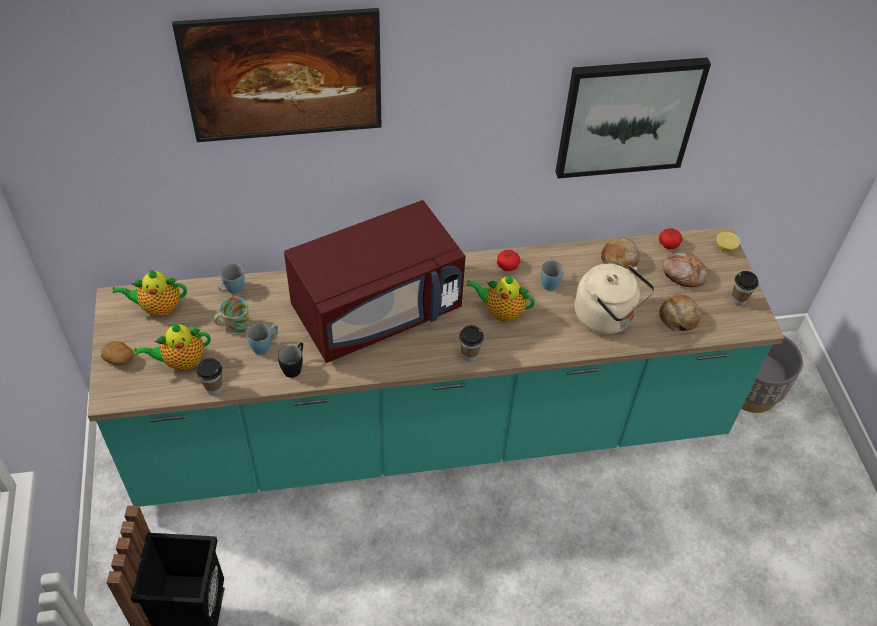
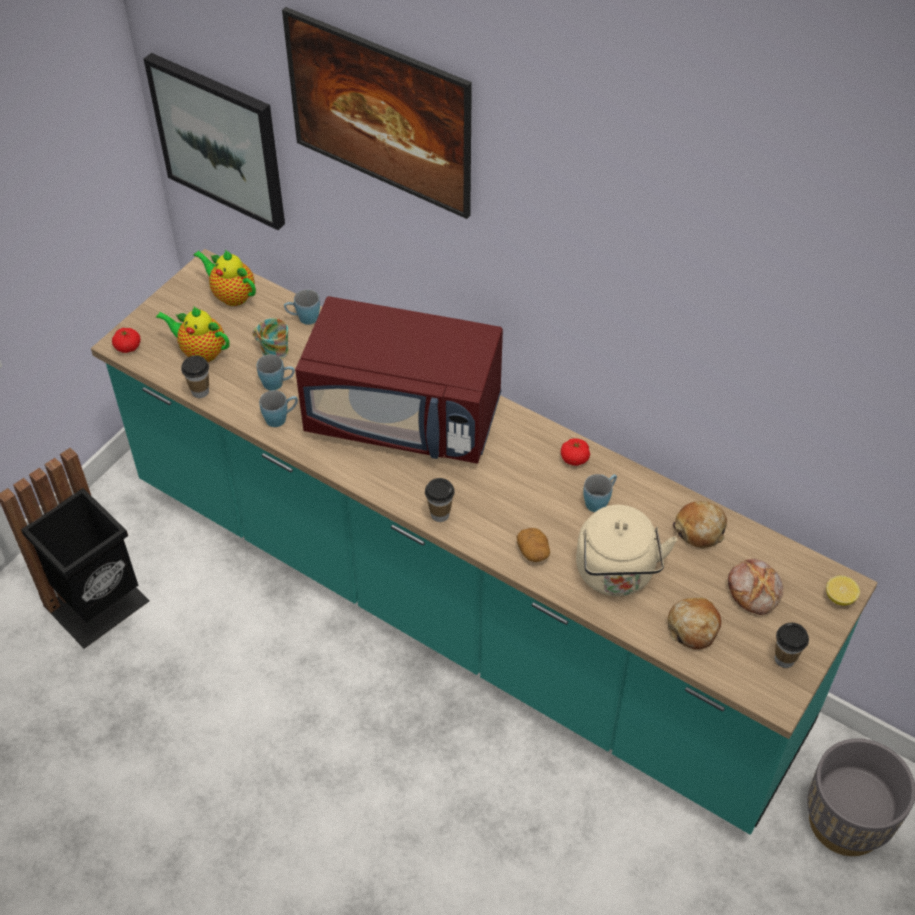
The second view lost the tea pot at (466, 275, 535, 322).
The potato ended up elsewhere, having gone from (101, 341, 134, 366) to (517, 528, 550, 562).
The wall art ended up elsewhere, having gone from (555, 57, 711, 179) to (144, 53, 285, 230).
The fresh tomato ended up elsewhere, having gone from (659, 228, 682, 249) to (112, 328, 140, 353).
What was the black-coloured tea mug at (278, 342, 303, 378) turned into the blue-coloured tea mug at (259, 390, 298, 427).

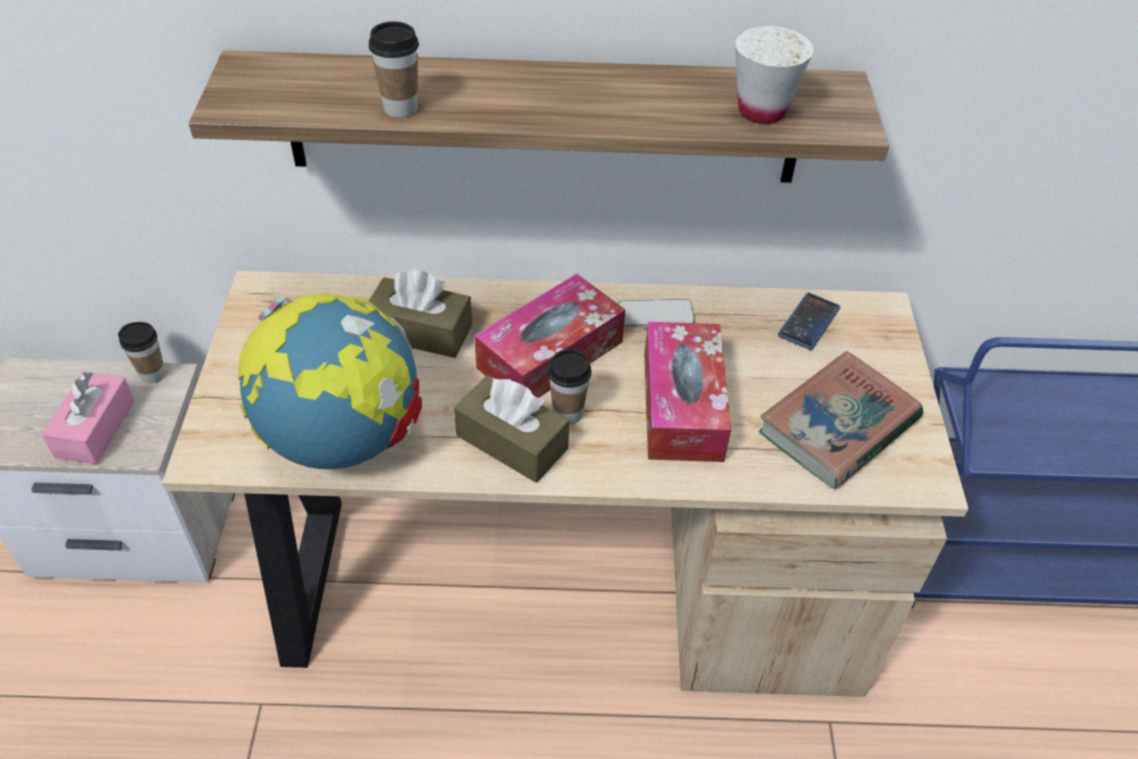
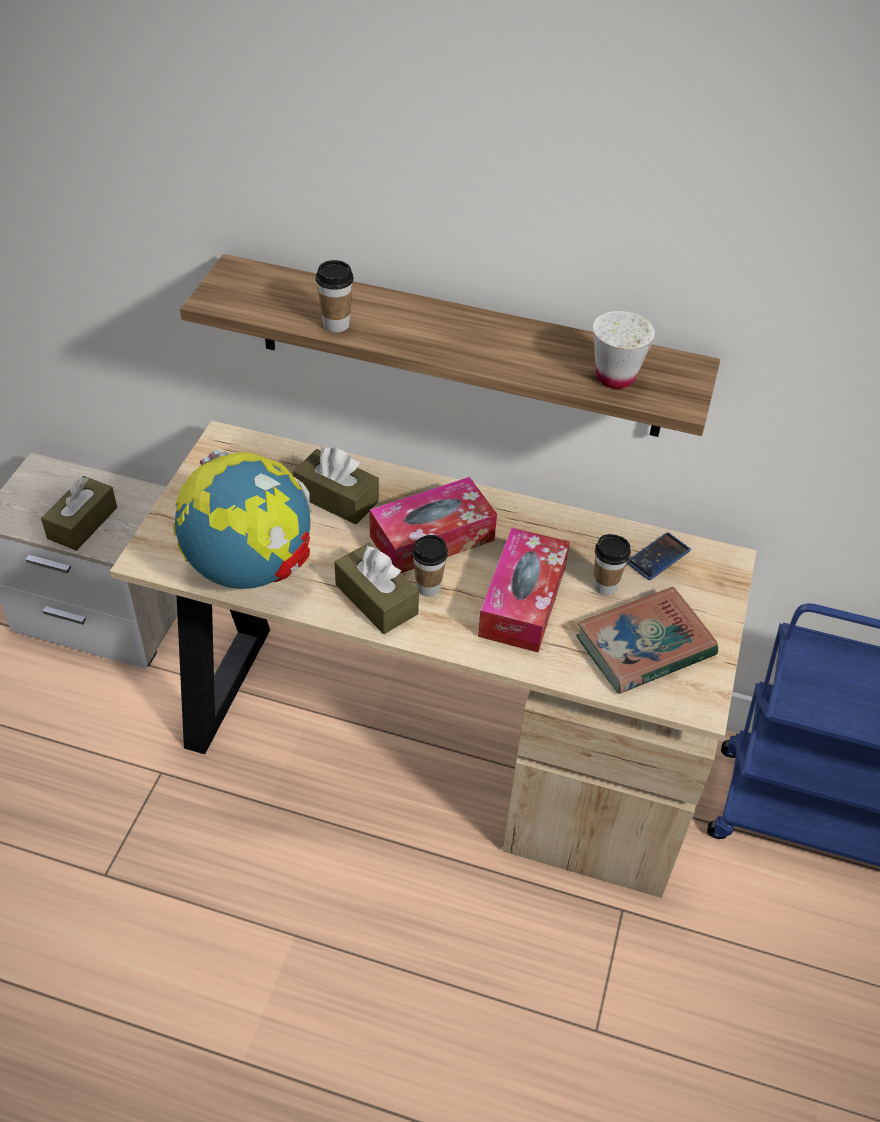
The second view lost the telephone at (618, 299, 695, 328).
The small cup ended up elsewhere, having gone from (118, 322, 166, 384) to (593, 534, 631, 595).
What was the pinkish tissue box at (42, 371, 135, 465) turned into the brown tissue box at (41, 476, 117, 551).

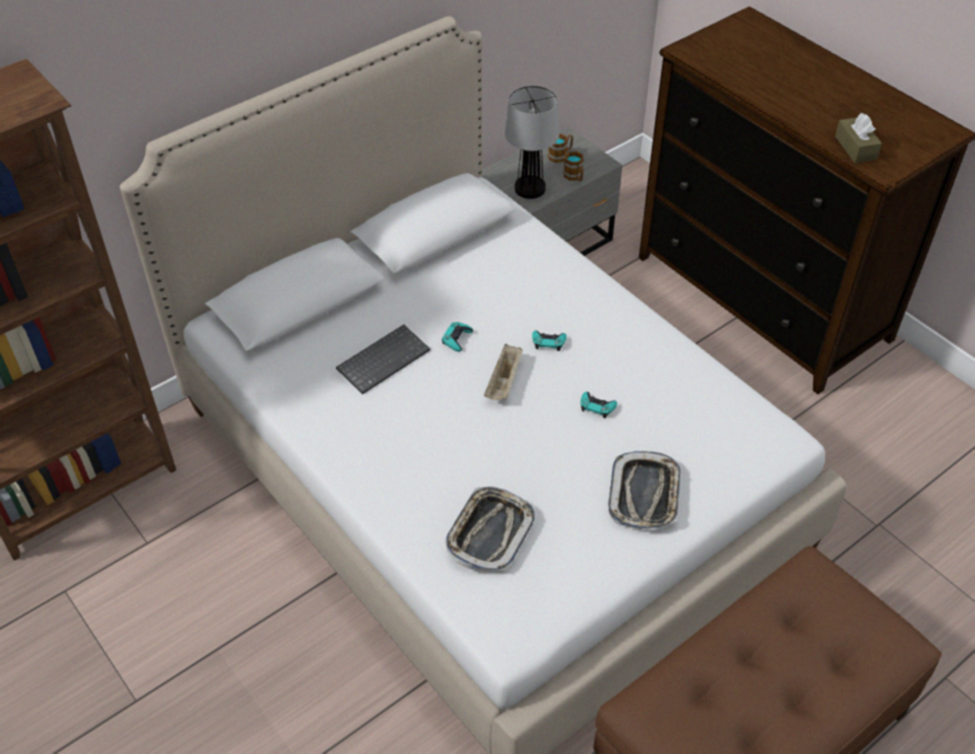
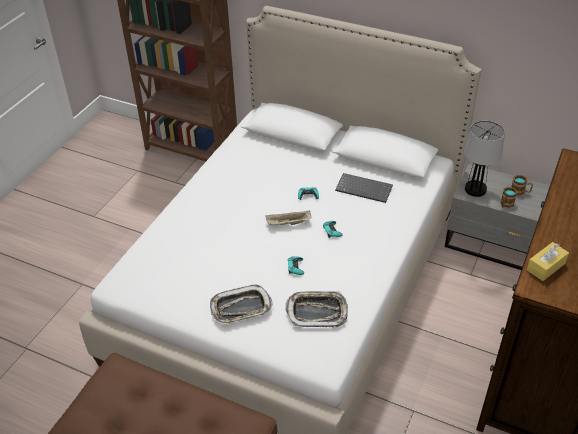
The computer keyboard ended up elsewhere, having gone from (336, 324, 430, 394) to (335, 173, 393, 203).
The carrying tray ended up elsewhere, having gone from (446, 487, 535, 571) to (286, 291, 348, 327).
What was the brown tissue box at (835, 113, 882, 163) turned into the yellow-coloured tissue box at (527, 242, 569, 281).

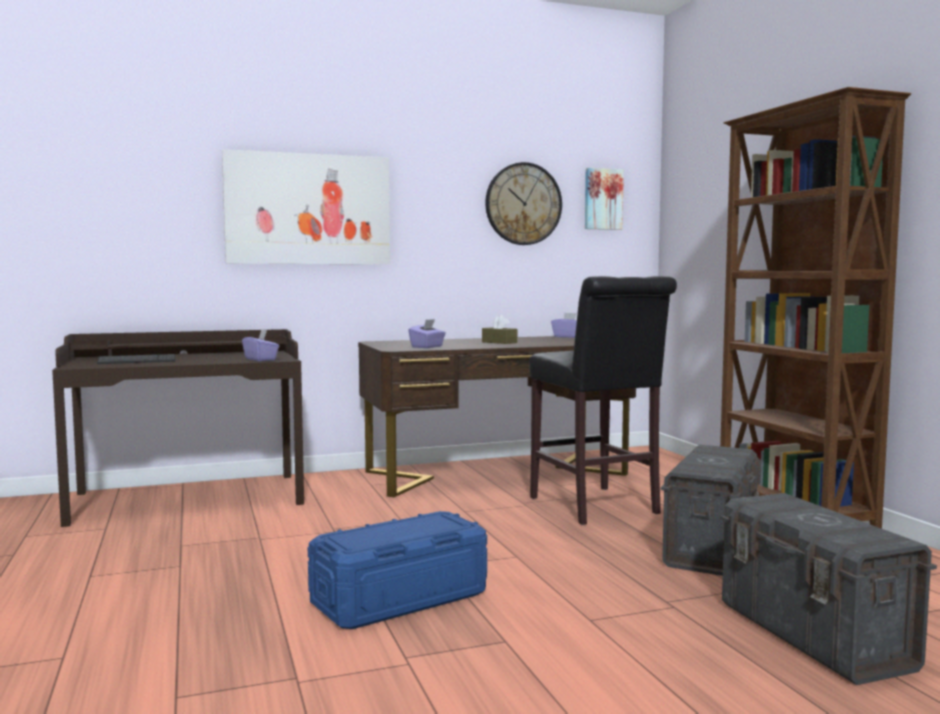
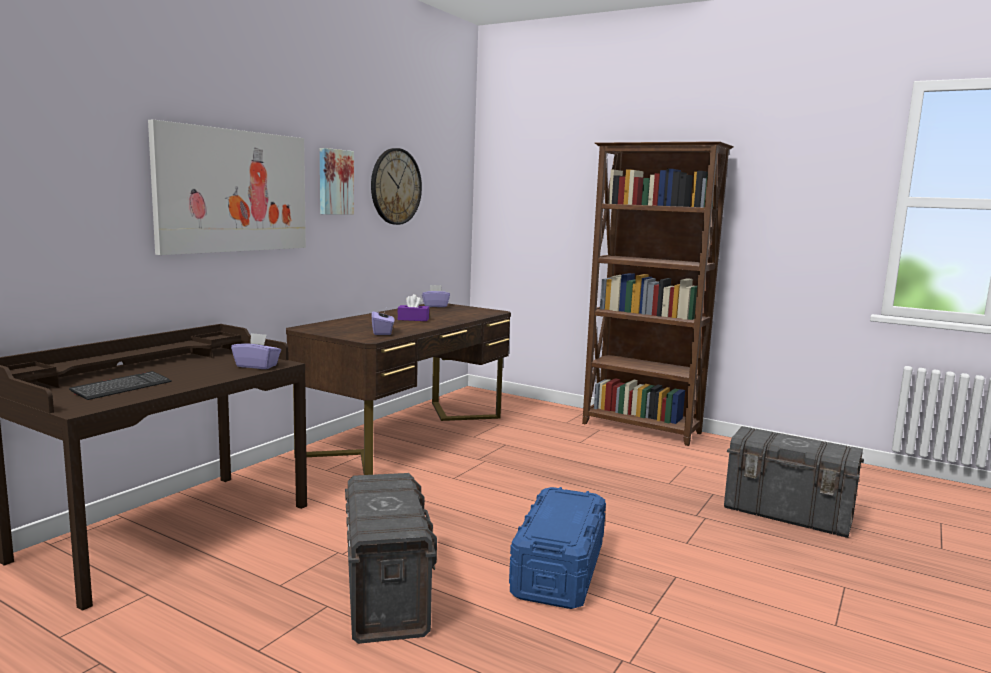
The second view lost the black-coloured stool at (529, 276, 677, 525).
The wall art ended up elsewhere, having gone from (585, 168, 624, 230) to (320, 148, 354, 214).
The greyish storage bin ended up elsewhere, having gone from (661, 444, 761, 576) to (345, 473, 437, 644).
What was the brown tissue box at (482, 315, 517, 344) turned into the purple-coloured tissue box at (397, 294, 429, 321).

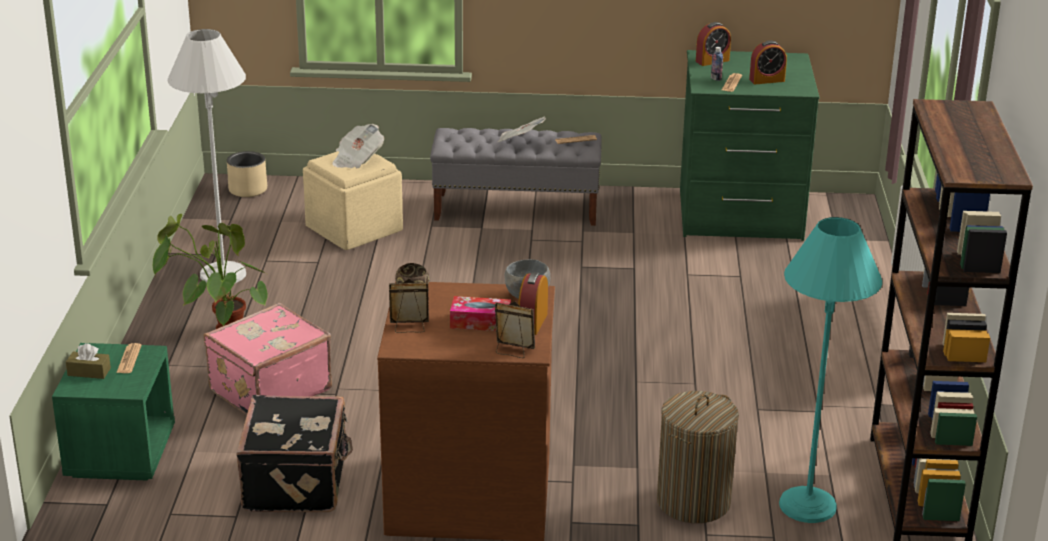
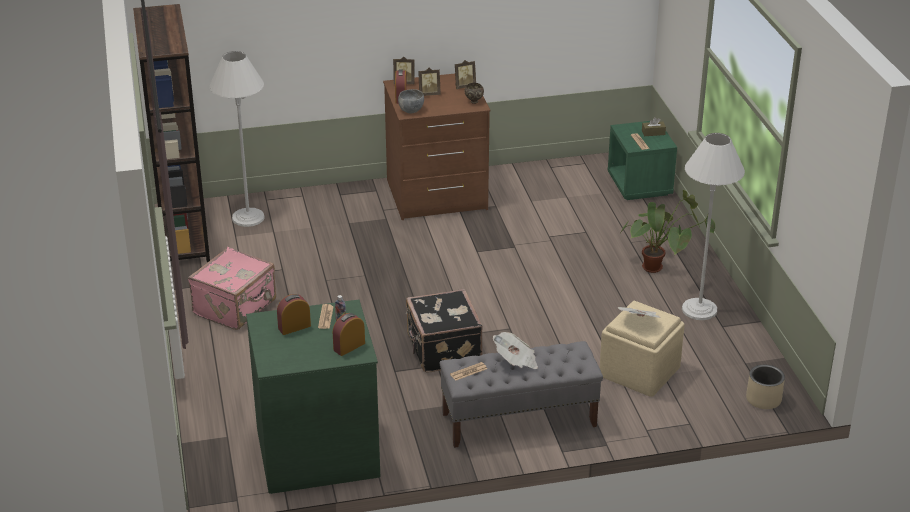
The second view lost the washing basket at (657, 391, 739, 523).
The pinkish piece of luggage ended up elsewhere, having gone from (204, 302, 332, 415) to (188, 247, 276, 330).
The black-coloured piece of luggage ended up elsewhere, having gone from (236, 395, 353, 512) to (406, 289, 483, 373).
Where the tissue box stood at (450, 296, 511, 331), the picture frame came to stand at (418, 68, 440, 96).
What was the turquoise-coloured standard lamp at (779, 217, 882, 523) turned into the white-coloured standard lamp at (209, 51, 265, 227).

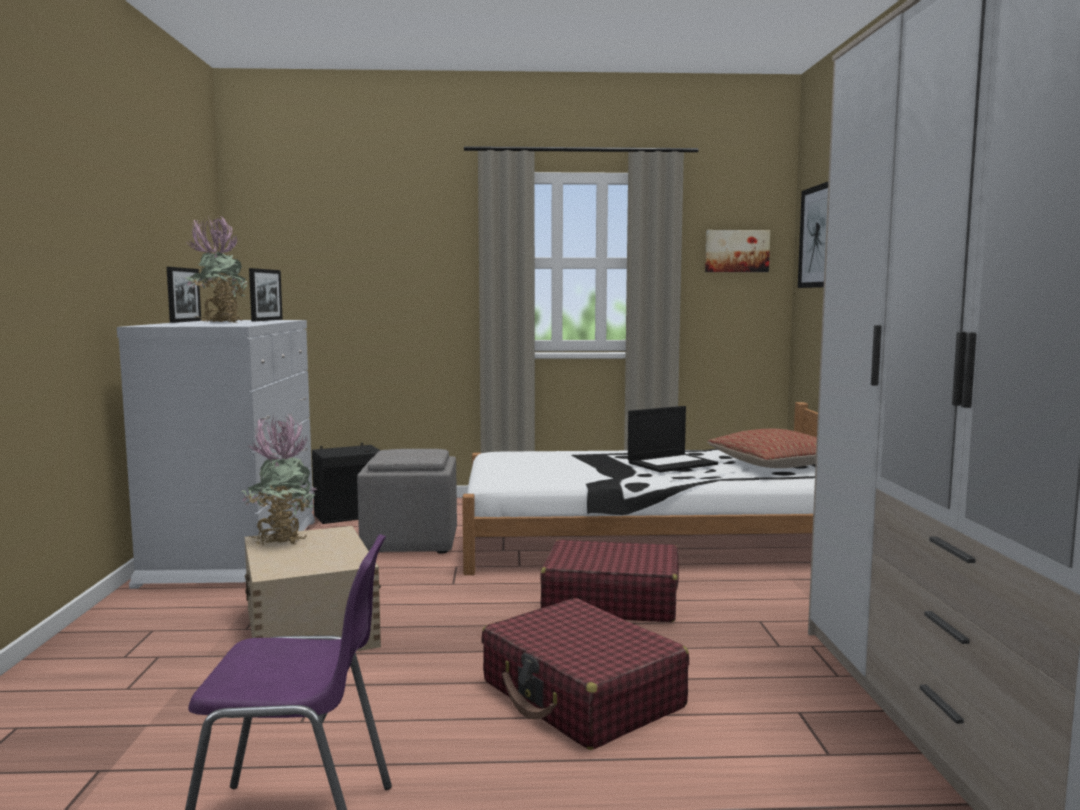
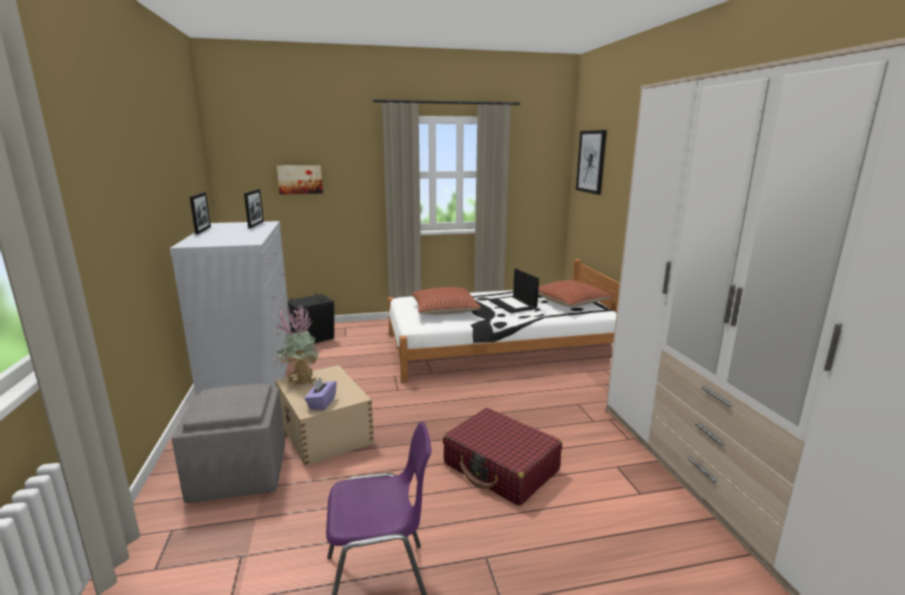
The second view lost the potted plant at (185, 216, 249, 323).
The second view lost the red-coloured piece of luggage at (540, 540, 679, 622).
The second view gained the purple-coloured tissue box at (305, 377, 337, 410).
The second view gained the pillow at (411, 287, 481, 315).
The greyish pouffe ended up elsewhere, having gone from (357, 449, 457, 554) to (172, 384, 285, 503).
The wall art ended up elsewhere, having gone from (705, 230, 770, 272) to (277, 165, 323, 194).
The portable computer at (628, 406, 718, 473) ended up facing another way, 105 degrees clockwise from before.

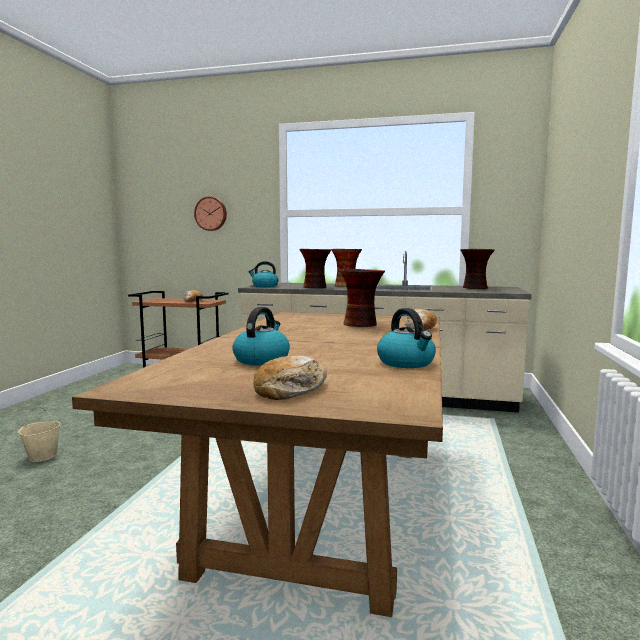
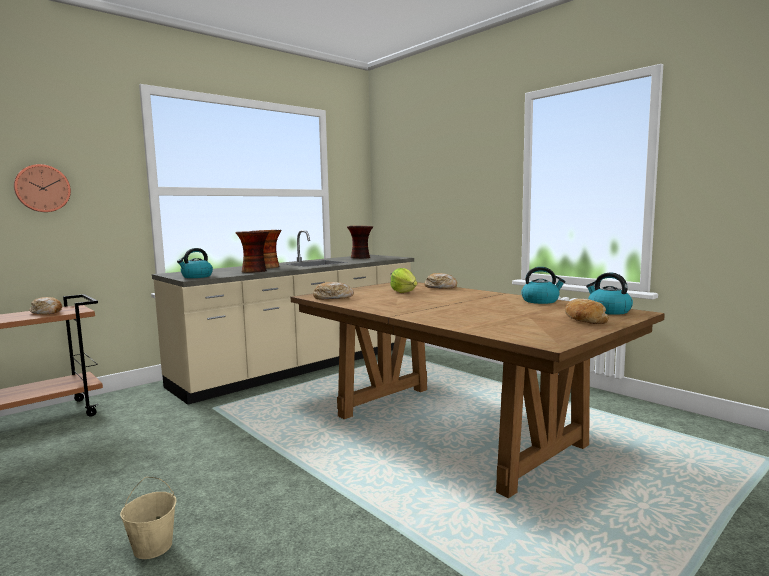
The second view gained the bread at (313, 282, 354, 300).
The water kettle ended up elsewhere, having gone from (232, 307, 290, 366) to (586, 273, 633, 315).
Where the decorative vase stood at (339, 269, 385, 327), the lettuce head came to stand at (390, 268, 417, 293).

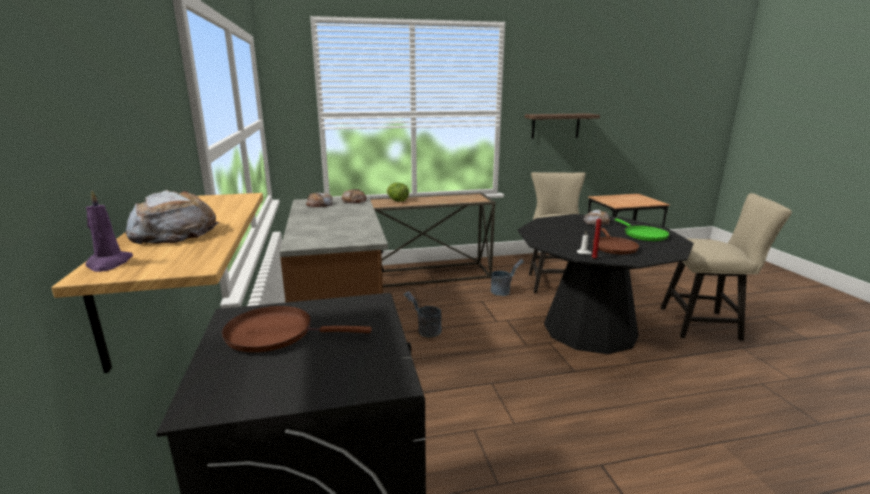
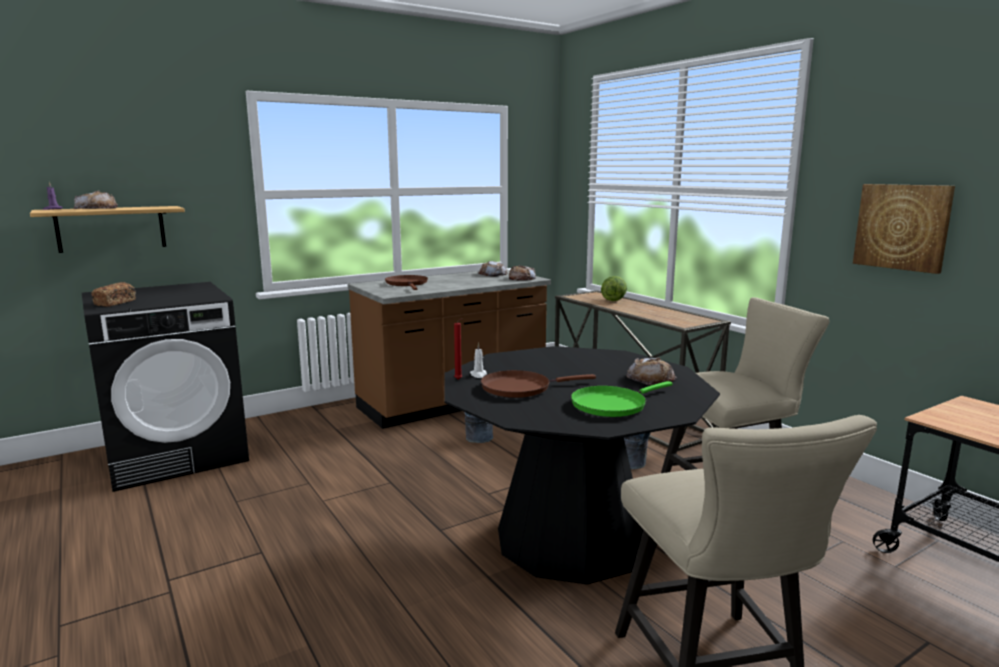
The second view gained the bread at (92, 282, 136, 307).
The brown skillet ended up elsewhere, having gone from (222, 306, 372, 352) to (385, 275, 428, 290).
Where the shelf hung at (525, 113, 600, 139), the wall art came to hang at (853, 184, 955, 274).

